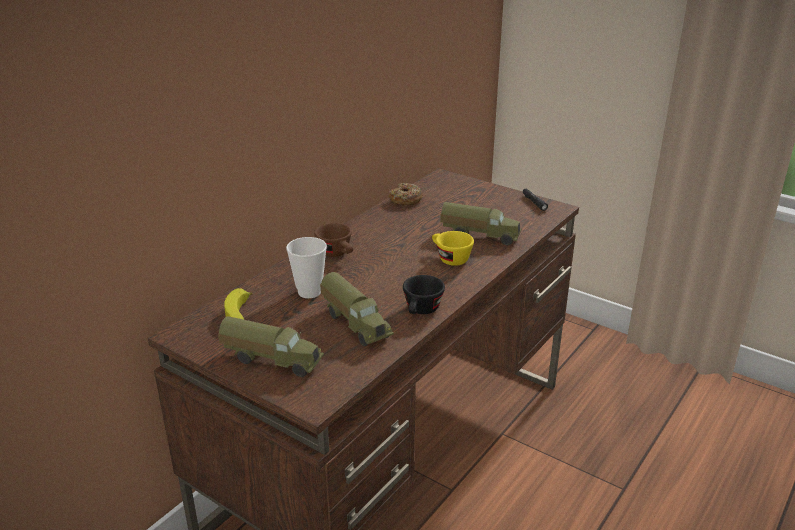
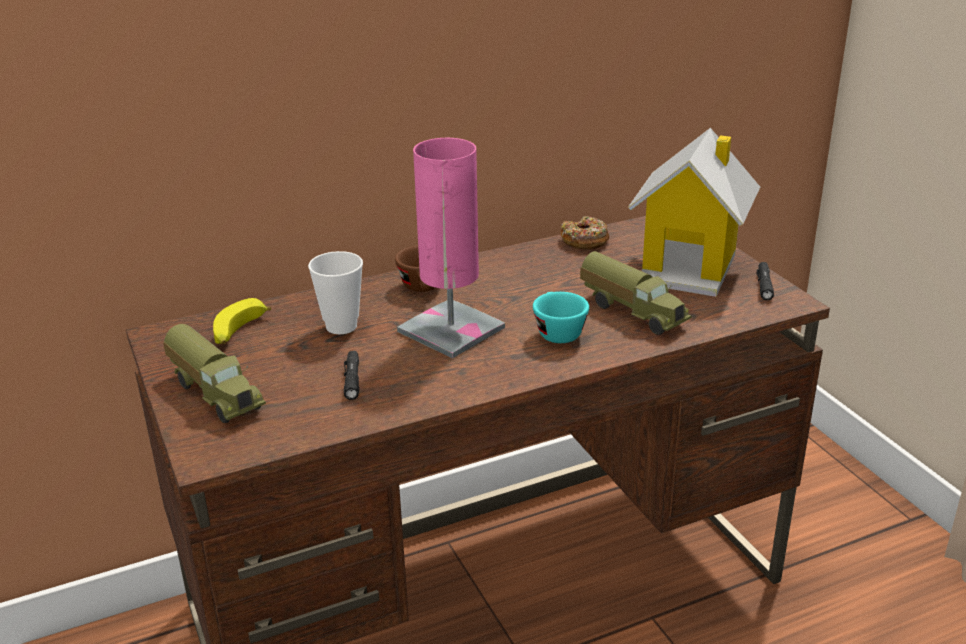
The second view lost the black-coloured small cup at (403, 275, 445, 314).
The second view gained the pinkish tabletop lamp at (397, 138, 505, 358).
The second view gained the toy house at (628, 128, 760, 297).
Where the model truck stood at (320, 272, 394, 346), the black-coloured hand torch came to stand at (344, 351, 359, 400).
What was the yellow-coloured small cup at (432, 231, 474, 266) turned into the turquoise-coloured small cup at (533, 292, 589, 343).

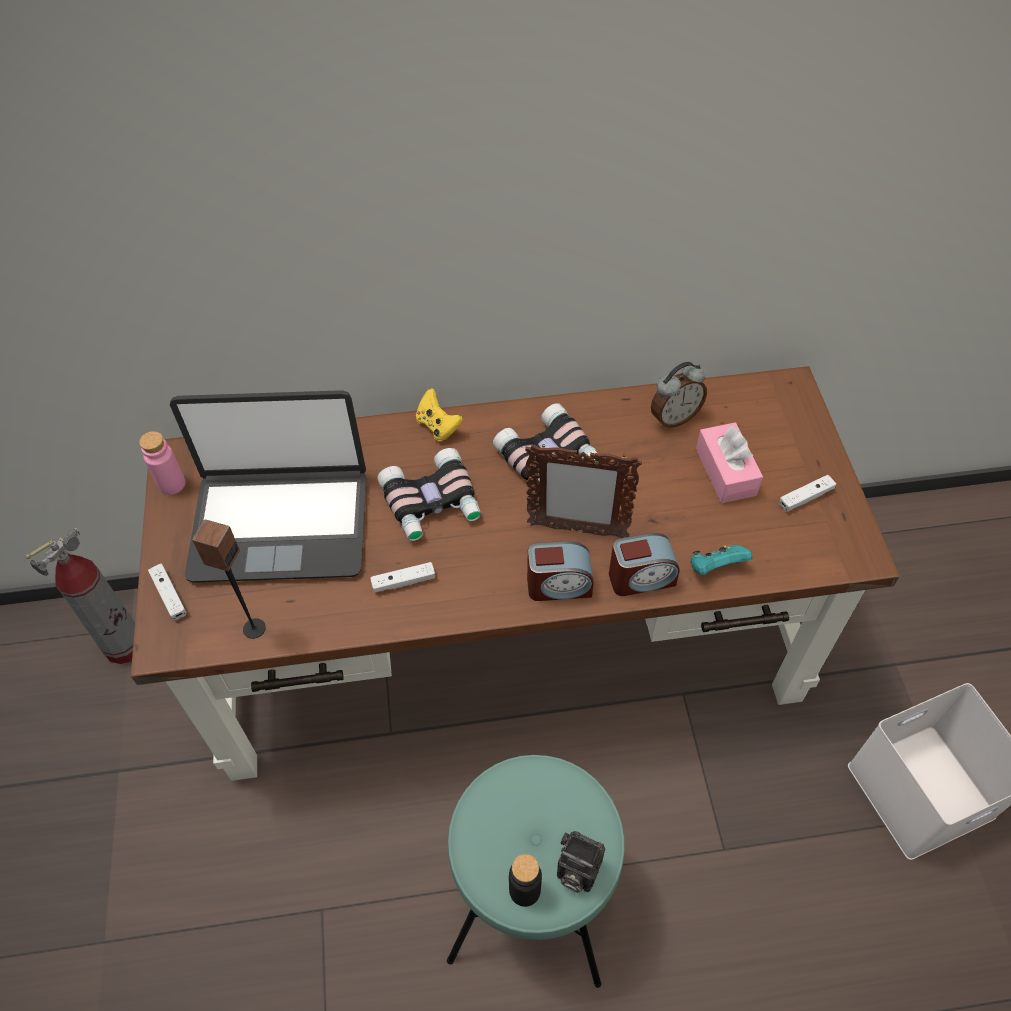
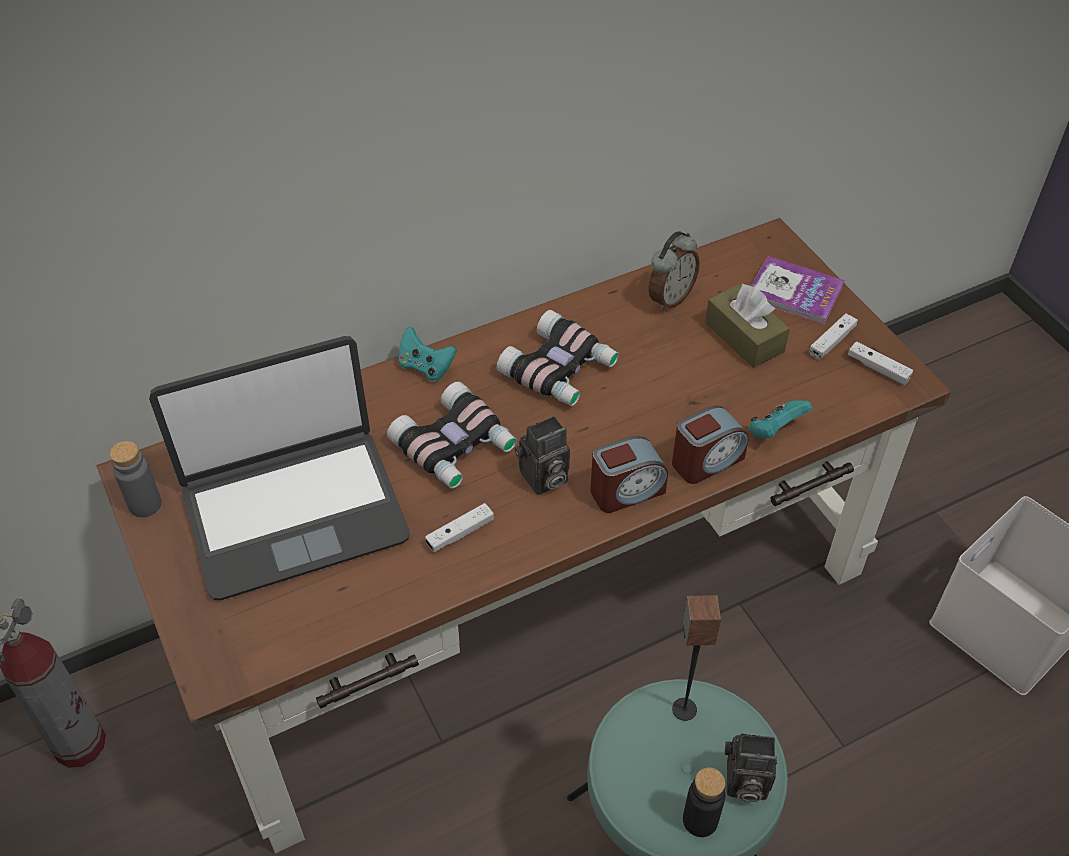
The second view lost the picture frame at (525, 444, 642, 538).
The second view gained the still camera at (515, 416, 570, 495).
The second view gained the bound book at (751, 256, 845, 324).
The white-coloured gamepad ended up elsewhere, having gone from (148, 563, 187, 620) to (848, 341, 913, 385).
The speaker ended up elsewhere, having gone from (192, 519, 266, 639) to (672, 595, 721, 721).
What was the pinkish drink bottle at (139, 431, 186, 495) turned into the greyish drink bottle at (110, 441, 162, 517).
What was the yellow-coloured gamepad at (416, 388, 463, 442) turned into the turquoise-coloured gamepad at (399, 327, 457, 381).
What was the pinkish tissue box at (696, 422, 763, 503) turned into the brown tissue box at (705, 284, 790, 368).

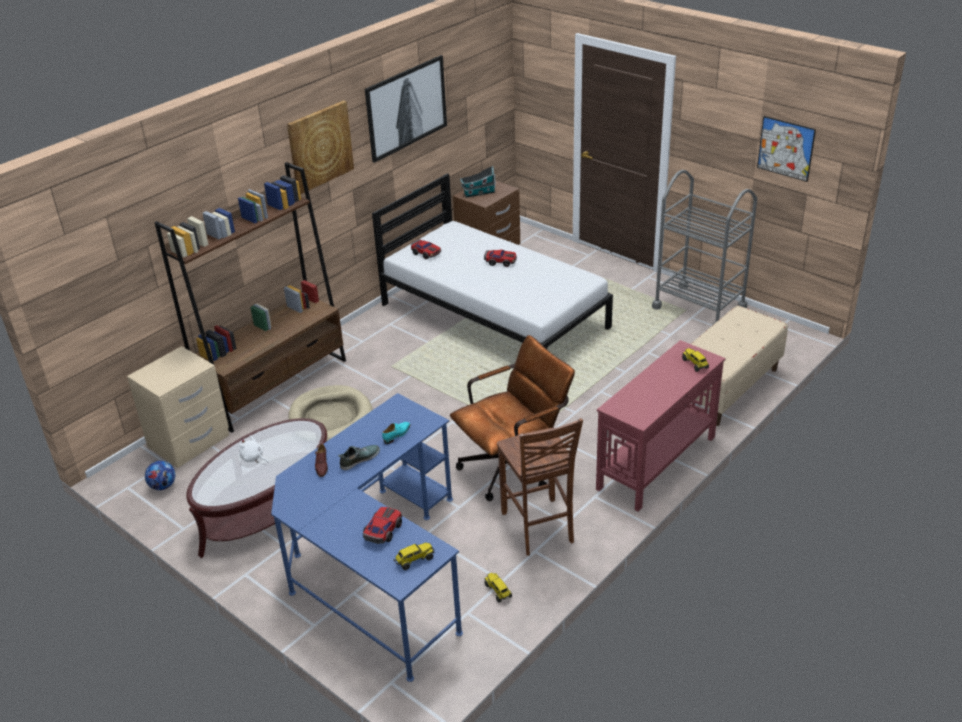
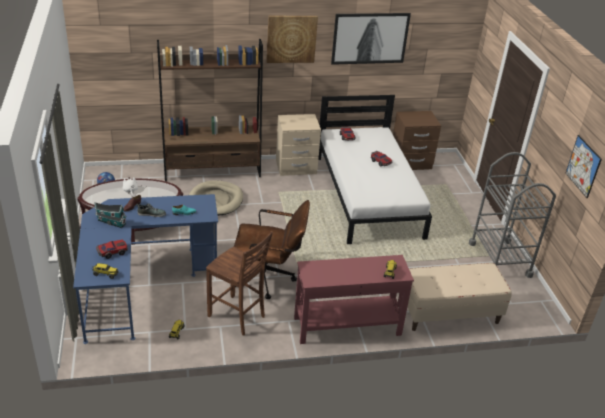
The beige bedside table ended up elsewhere, having gone from (127, 346, 229, 468) to (276, 114, 321, 176).
The toy house ended up elsewhere, having gone from (460, 166, 496, 197) to (95, 202, 126, 228).
The brown plain chair at (497, 418, 583, 556) ended up facing another way, 75 degrees counterclockwise from before.

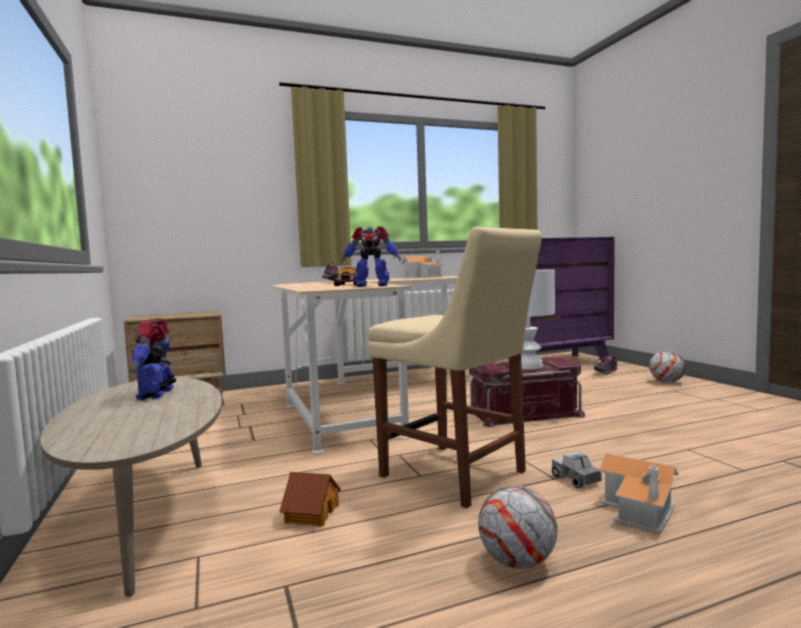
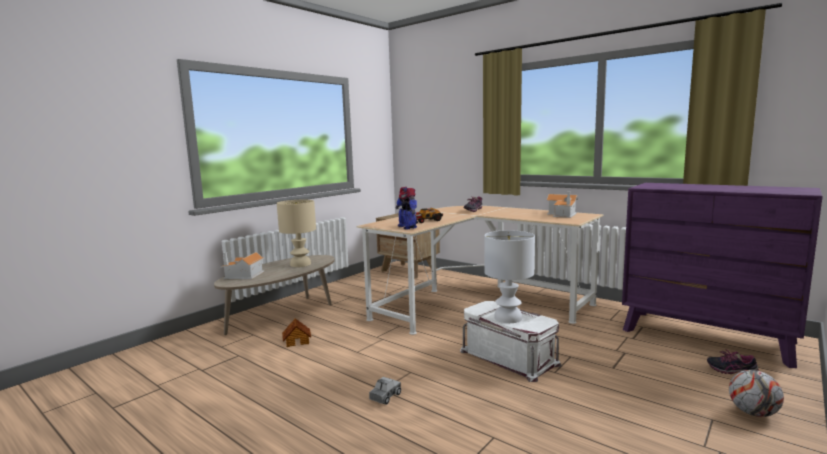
The second view lost the beige plain chair at (368, 227, 542, 508).
The second view lost the ball for football at (478, 485, 557, 569).
The toy house ended up elsewhere, having gone from (600, 453, 679, 534) to (220, 252, 265, 279).
Where the model robot stood at (130, 319, 176, 400), the beige tabletop lamp came to stand at (277, 200, 316, 267).
What was the red-coloured storage bin at (469, 357, 585, 427) turned into the white-coloured storage bin at (460, 301, 562, 382).

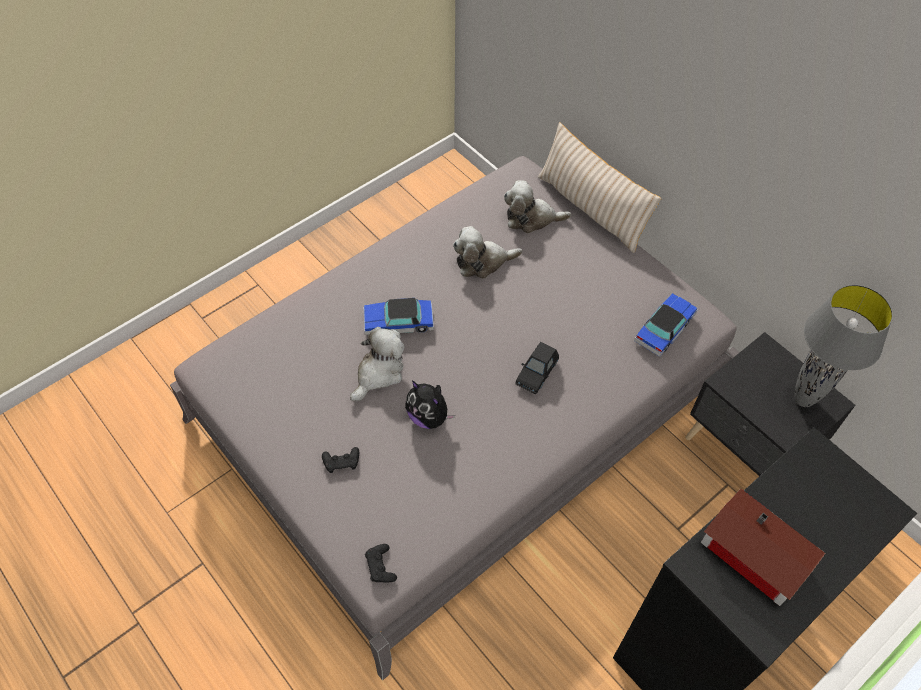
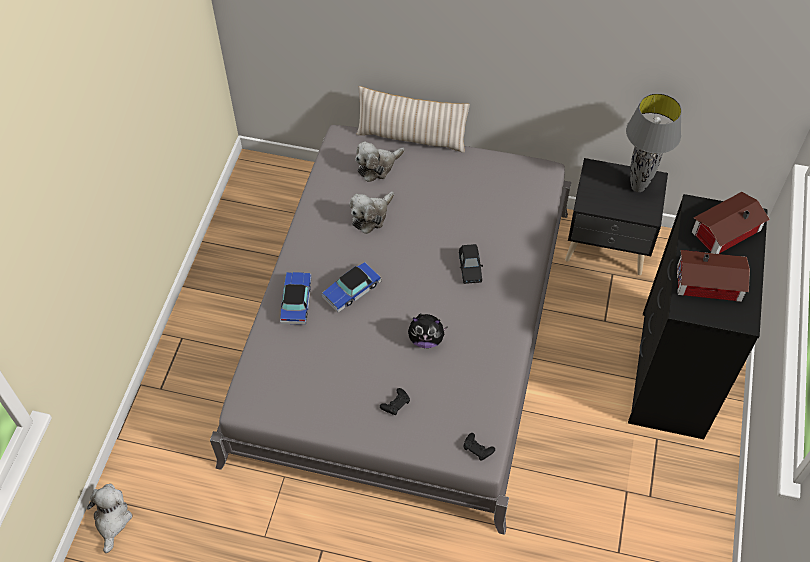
The second view gained the toy house at (692, 192, 770, 254).
The plush toy ended up elsewhere, having gone from (350, 327, 405, 401) to (87, 484, 132, 553).
The model car ended up elsewhere, having gone from (634, 293, 697, 357) to (280, 272, 312, 325).

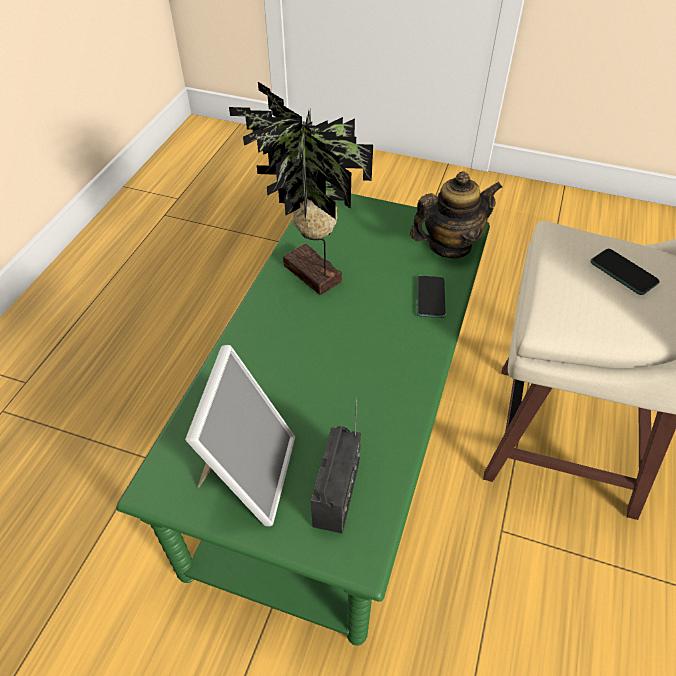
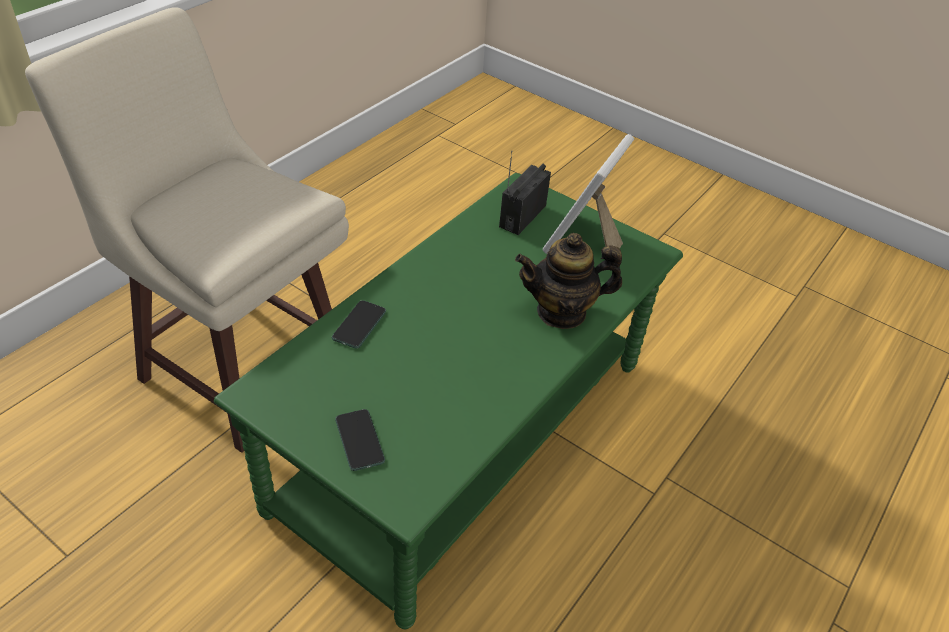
The second view lost the potted plant at (229, 82, 373, 295).
The tea pot ended up elsewhere, having gone from (410, 171, 502, 259) to (515, 233, 622, 329).
The telephone ended up elsewhere, having gone from (591, 249, 660, 295) to (335, 409, 385, 471).

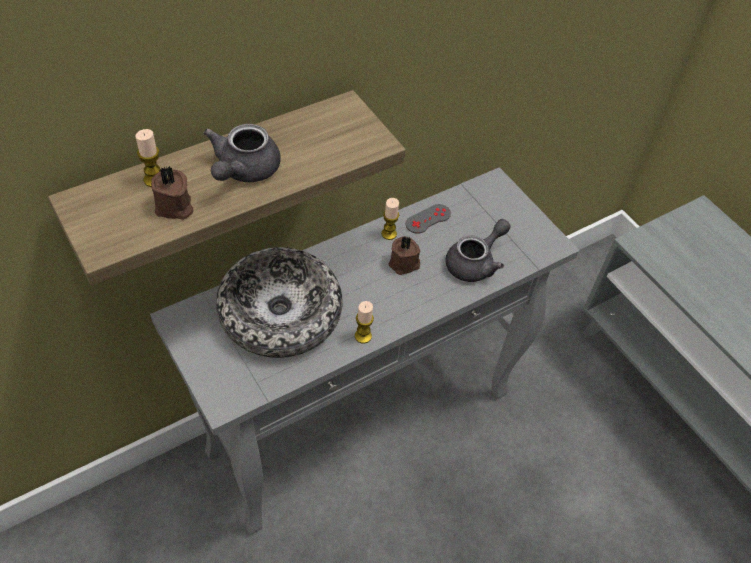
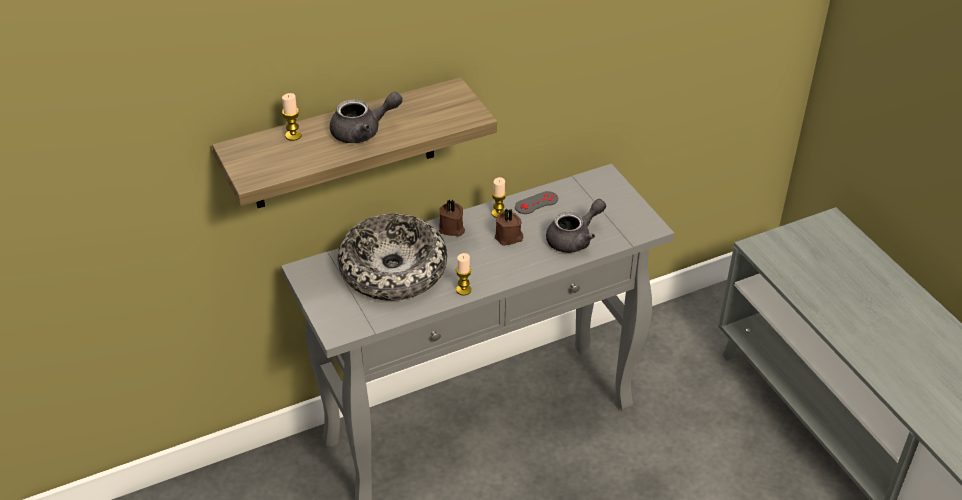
The brown wax candle ended up elsewhere, having gone from (151, 166, 193, 220) to (439, 200, 465, 237).
The greyish tea pot at (203, 124, 281, 182) ended up facing another way, 135 degrees counterclockwise from before.

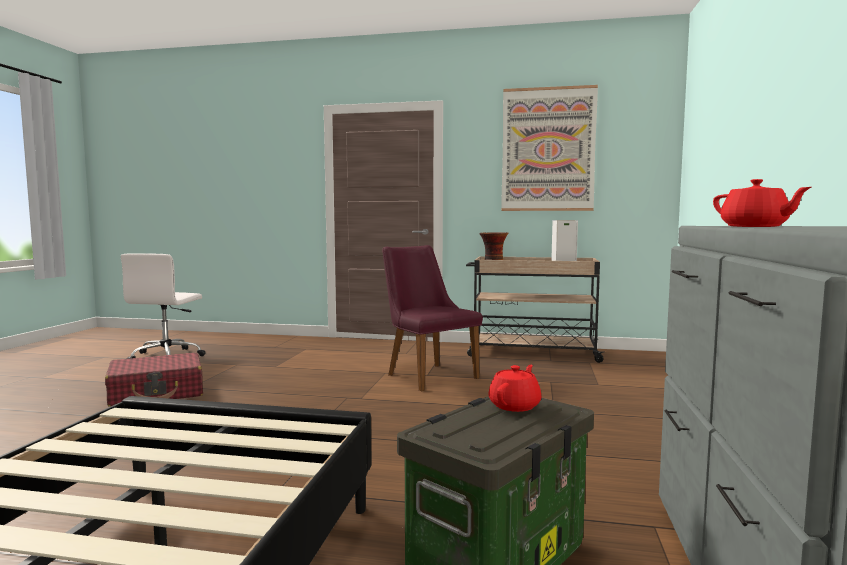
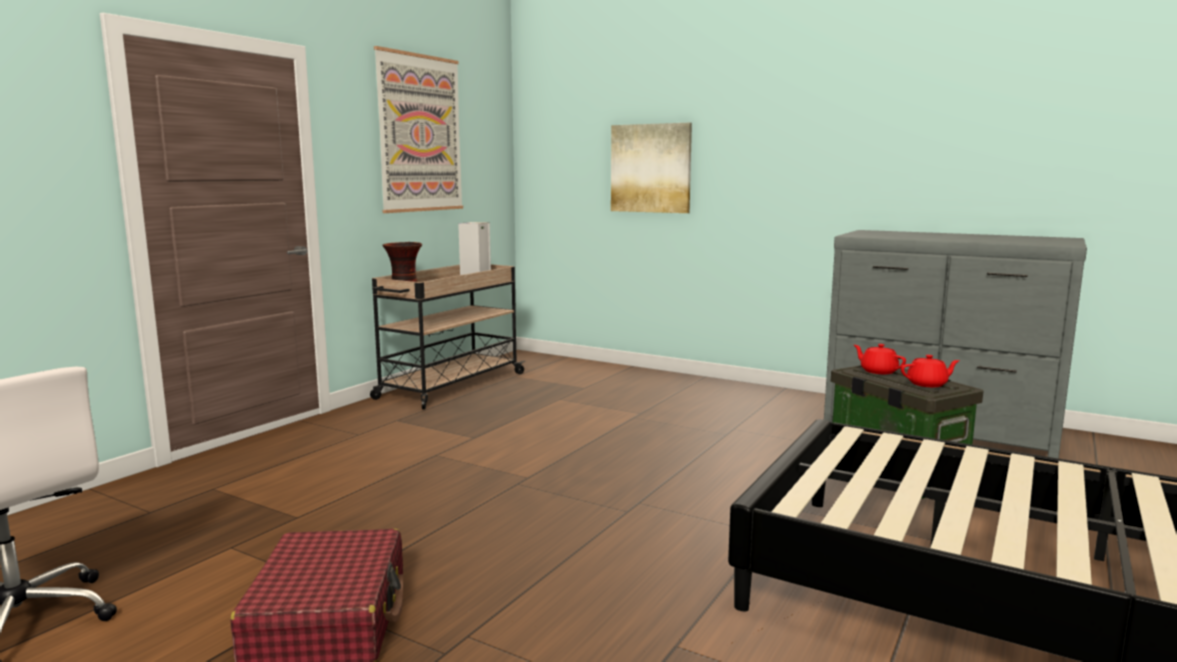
The second view lost the purple-coloured plain chair at (382, 245, 483, 391).
The second view gained the wall art at (611, 123, 692, 213).
The red-coloured tea pot ended up elsewhere, having gone from (713, 179, 811, 227) to (901, 355, 960, 387).

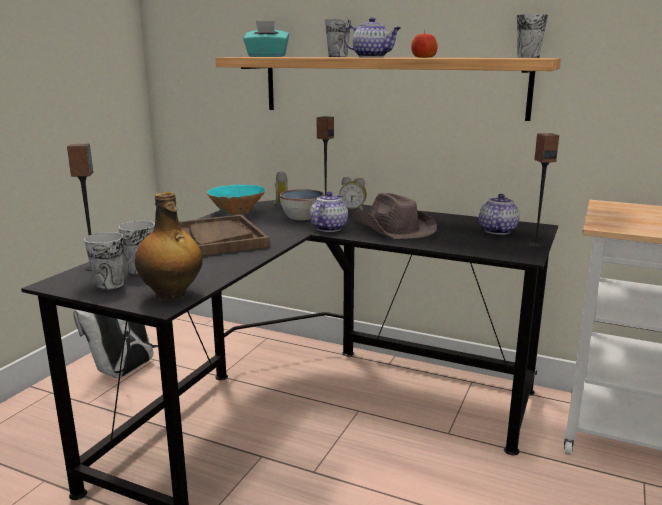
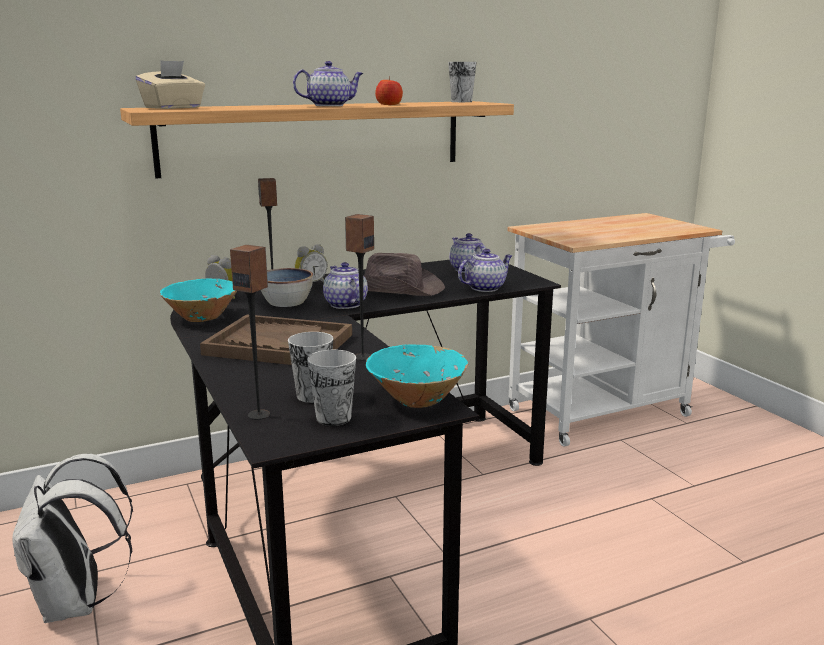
The second view lost the small cup at (325, 19, 351, 57).
The second view gained the tea pot at (458, 249, 512, 292).
The speaker ended up elsewhere, having gone from (528, 133, 559, 248) to (345, 214, 374, 361).
Where the drink bottle stood at (135, 192, 203, 300), the turquoise-coloured deep dish came to stand at (366, 345, 468, 408).
What was the turquoise-coloured tissue box at (243, 21, 289, 57) turned into the beige tissue box at (136, 60, 205, 109).

